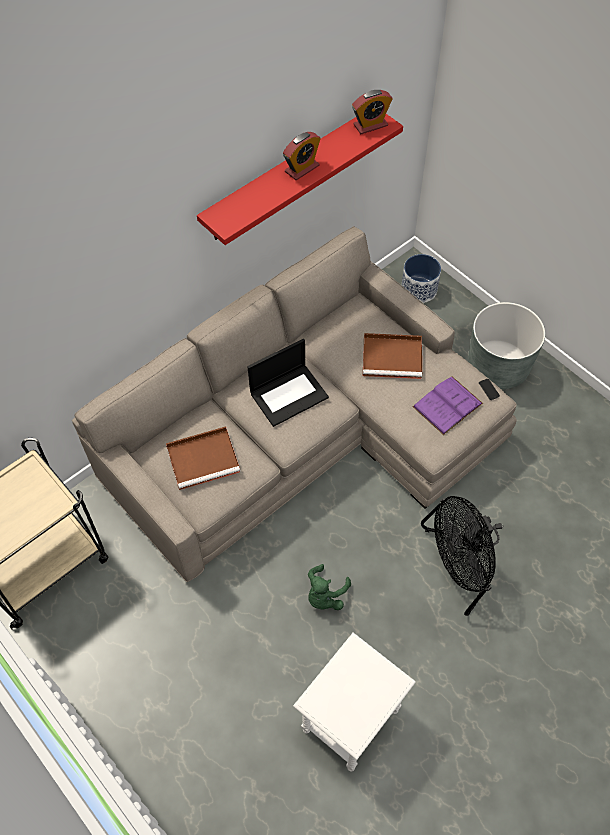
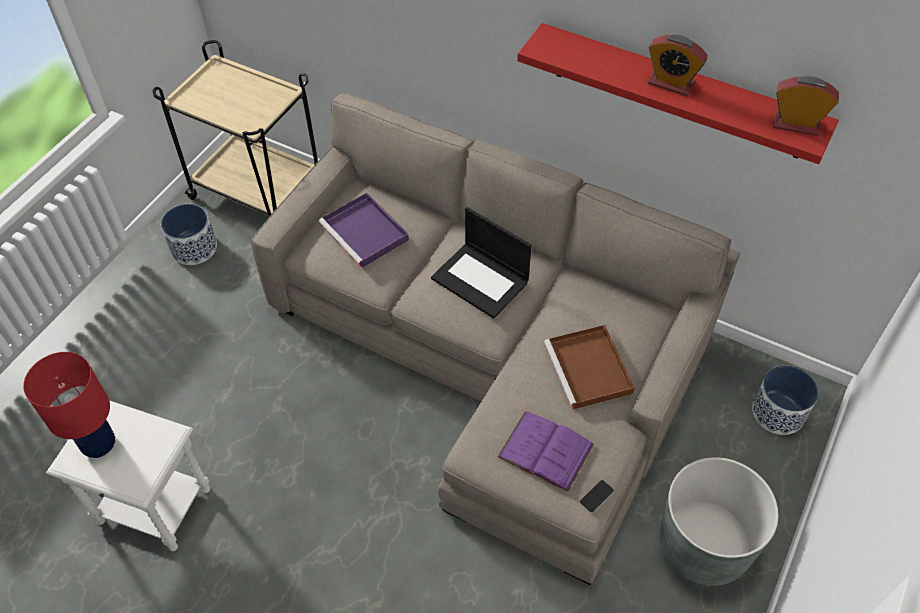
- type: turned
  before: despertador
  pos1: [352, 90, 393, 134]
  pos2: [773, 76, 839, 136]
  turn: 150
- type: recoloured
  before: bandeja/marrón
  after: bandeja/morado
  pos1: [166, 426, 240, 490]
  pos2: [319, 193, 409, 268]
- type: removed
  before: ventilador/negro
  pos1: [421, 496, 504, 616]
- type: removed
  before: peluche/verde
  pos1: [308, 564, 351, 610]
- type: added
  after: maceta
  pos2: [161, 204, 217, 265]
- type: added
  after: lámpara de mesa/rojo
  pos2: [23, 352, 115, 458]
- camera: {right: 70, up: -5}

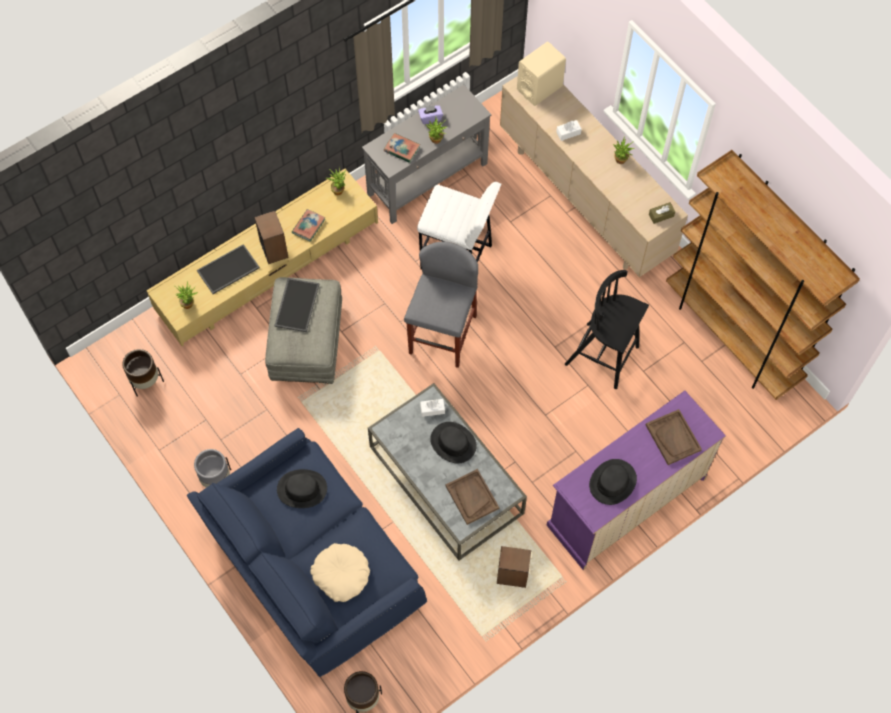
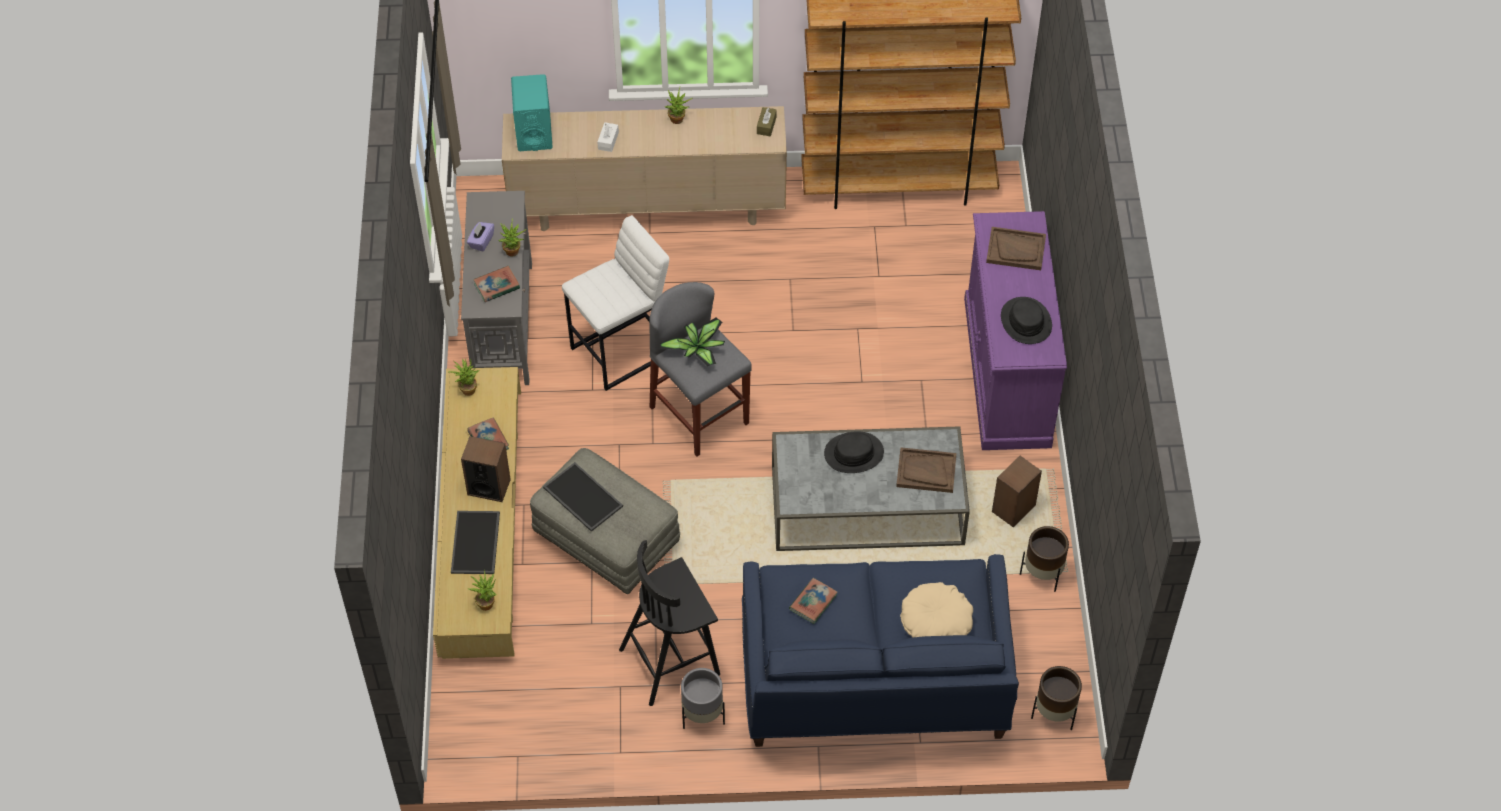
- type: recoloured
  before: altavoz/beis
  after: altavoz/turquesa
  pos1: [517, 41, 566, 106]
  pos2: [511, 74, 553, 151]
- type: moved
  before: taburete/negro
  pos1: [565, 270, 649, 389]
  pos2: [619, 540, 720, 706]
- type: moved
  before: maceta/marrón
  pos1: [122, 349, 164, 397]
  pos2: [1020, 526, 1069, 592]
- type: removed
  before: caja de pañuelos/blanco
  pos1: [420, 399, 445, 417]
- type: replaced
  before: sombrero/negro
  after: libro
  pos1: [277, 469, 327, 508]
  pos2: [789, 578, 838, 624]
- type: added
  after: planta en maceta
  pos2: [660, 318, 725, 366]
- camera: {right: -55, up: -10}

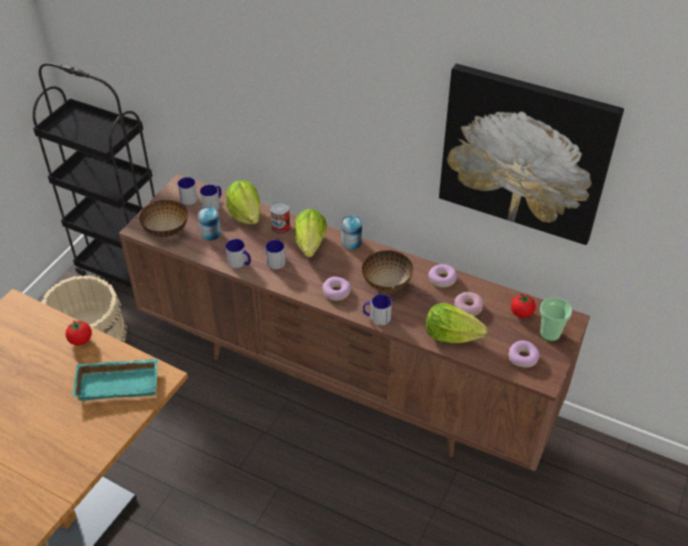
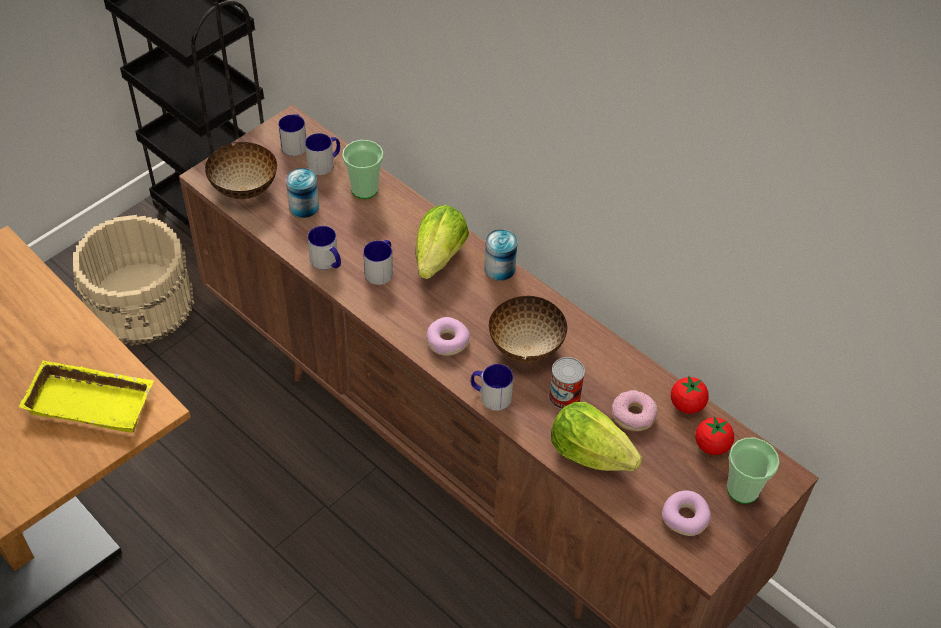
- type: removed
  before: cuadro
  pos1: [439, 64, 624, 245]
- type: replaced
  before: lechuga
  after: taza
  pos1: [226, 180, 261, 224]
  pos2: [342, 140, 383, 199]
- type: moved
  before: lata
  pos1: [270, 202, 291, 234]
  pos2: [549, 357, 585, 409]
- type: removed
  before: rosquilla
  pos1: [429, 264, 457, 287]
- type: moved
  before: tomate
  pos1: [66, 320, 92, 345]
  pos2: [671, 376, 709, 414]
- type: recoloured
  before: bandeja/turquesa
  after: bandeja/amarillo
  pos1: [73, 359, 158, 401]
  pos2: [19, 360, 154, 433]
- camera: {right: 15, up: 5}

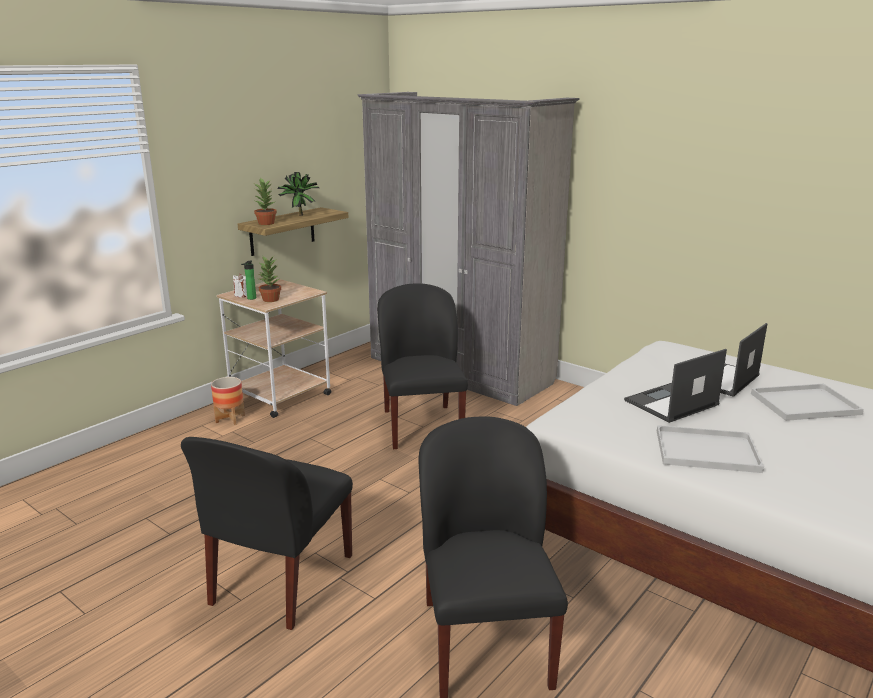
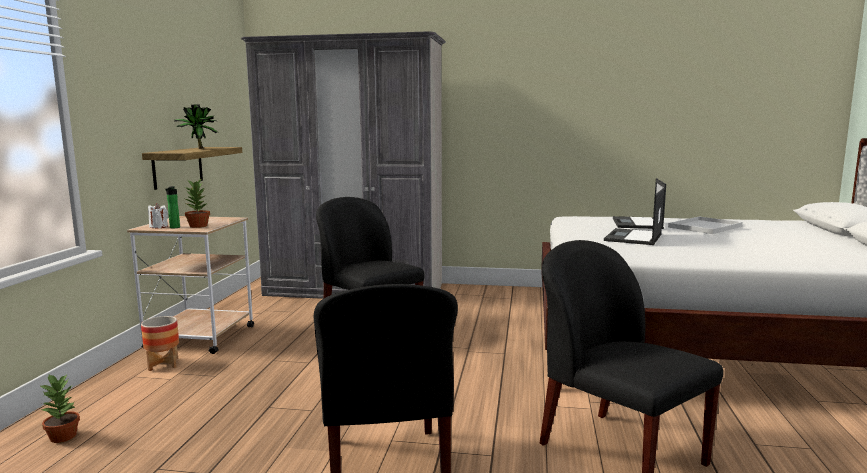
- type: moved
  before: planta en maceta
  pos1: [254, 178, 277, 225]
  pos2: [39, 374, 80, 443]
- type: removed
  before: bandeja/blanco
  pos1: [657, 425, 764, 473]
- camera: {right: -30, up: -10}

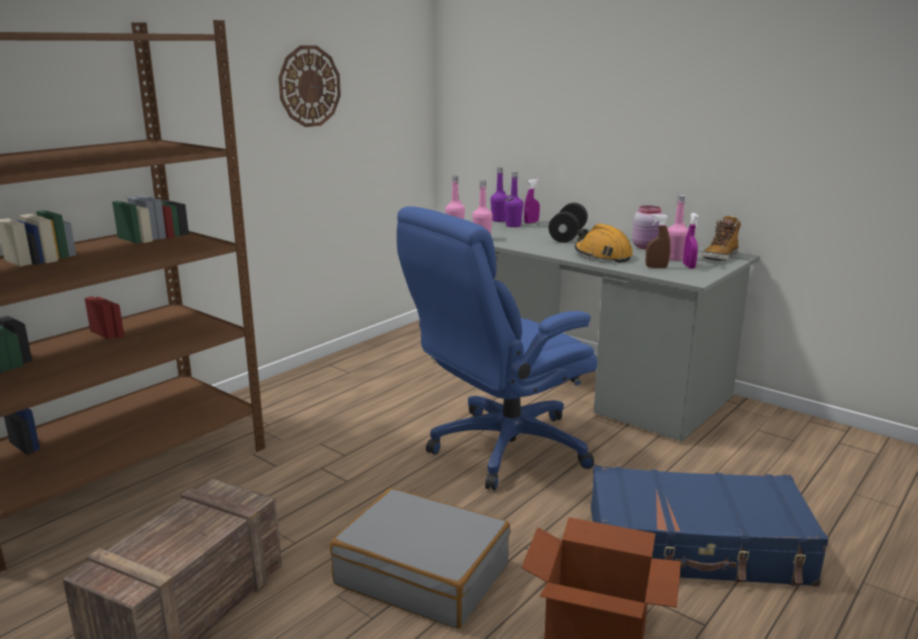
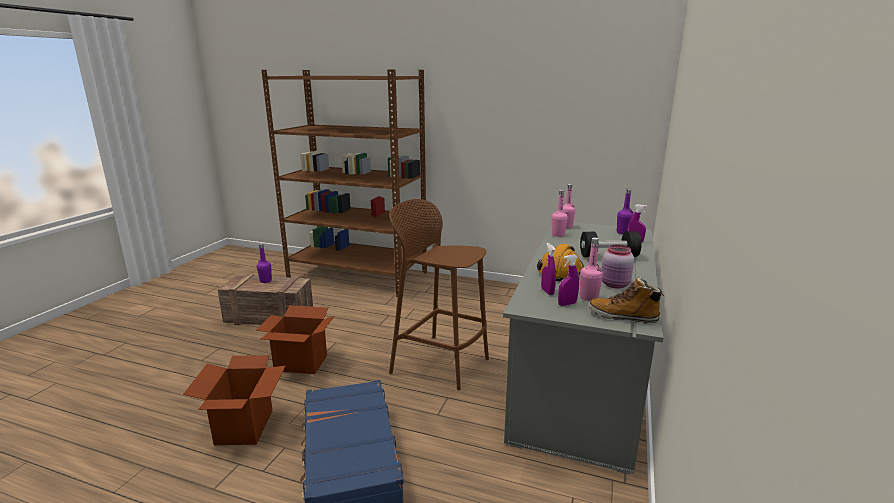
- type: removed
  before: reloj de pared
  pos1: [278, 46, 341, 127]
- type: moved
  before: botella/morado
  pos1: [505, 171, 523, 227]
  pos2: [257, 243, 272, 283]
- type: replaced
  before: silla de oficina/azul
  after: taburete/marrón
  pos1: [397, 206, 597, 490]
  pos2: [389, 199, 489, 390]
- type: recoloured
  before: pulverizador/marrón
  after: pulverizador/morado
  pos1: [646, 214, 671, 268]
  pos2: [541, 243, 556, 295]
- type: replaced
  before: maleta/gris
  after: caja de cartón
  pos1: [330, 488, 510, 629]
  pos2: [257, 305, 334, 374]
- camera: {right: 70, up: 0}

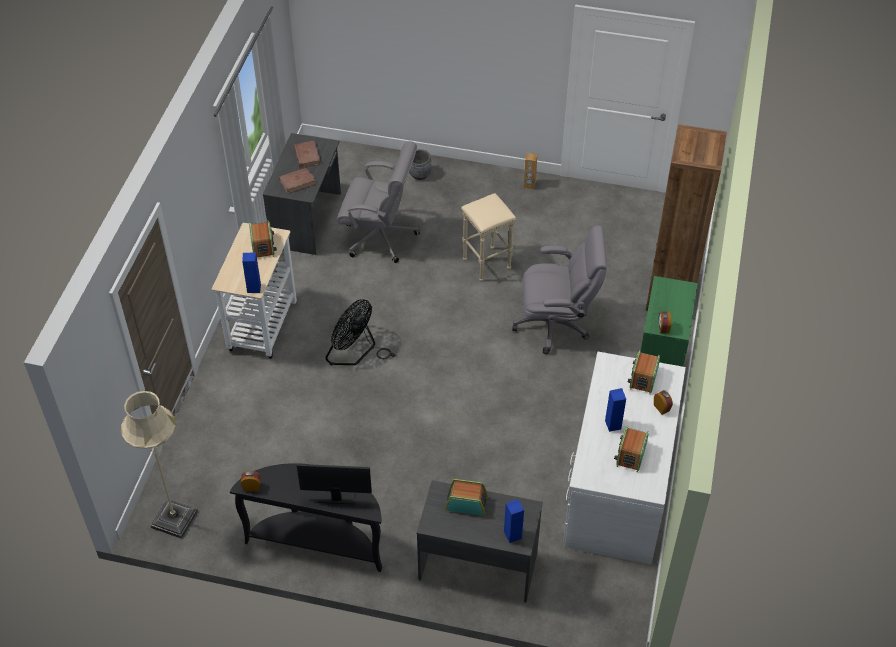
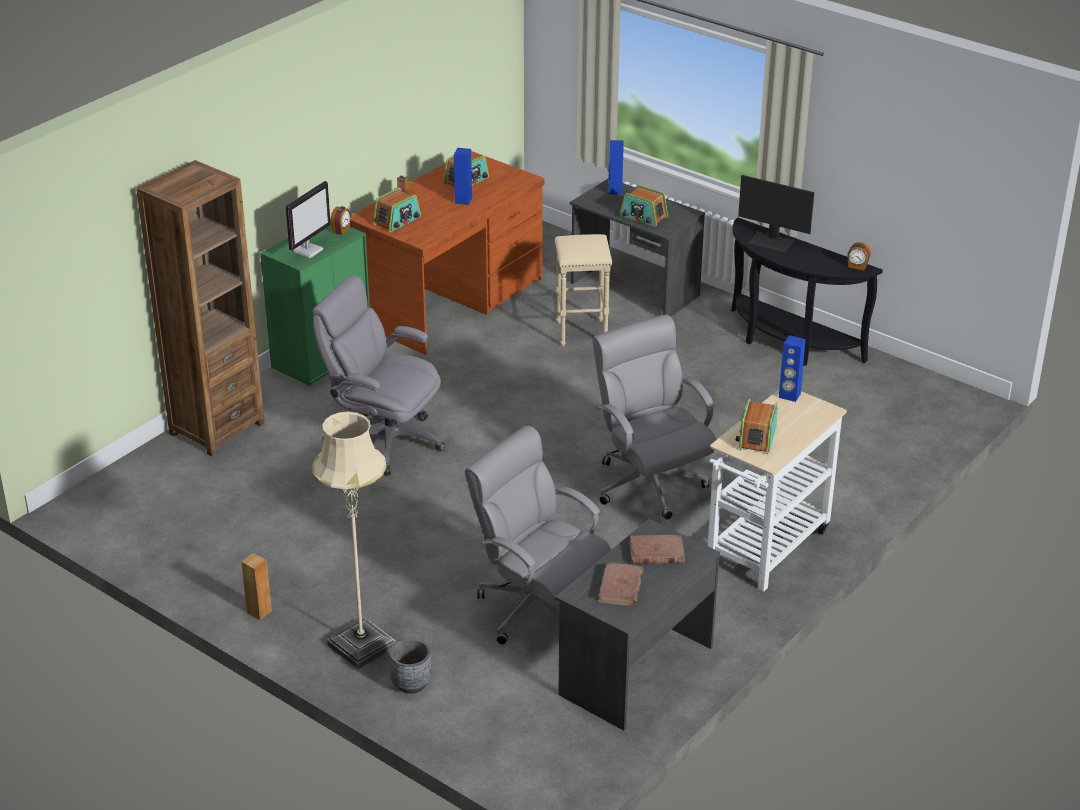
- type: moved
  before: taburete/beis
  pos1: [461, 193, 516, 282]
  pos2: [555, 234, 612, 346]
- type: replaced
  before: ventilador/negro
  after: silla de oficina/gris
  pos1: [325, 299, 396, 366]
  pos2: [593, 314, 717, 520]
- type: recoloured
  before: escritorio/blanco
  after: escritorio/marrón
  pos1: [563, 352, 686, 565]
  pos2: [350, 151, 545, 355]
- type: moved
  before: lámpara de pie/beis
  pos1: [121, 391, 198, 539]
  pos2: [312, 411, 396, 670]
- type: added
  after: monitor
  pos2: [286, 181, 331, 258]
- camera: {right: -155, up: -15}

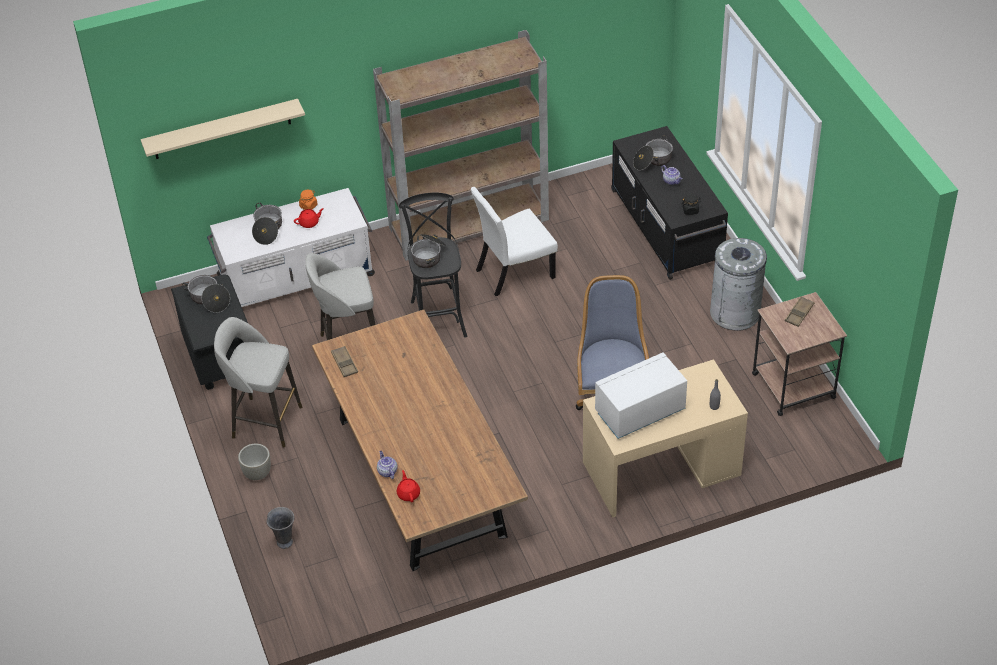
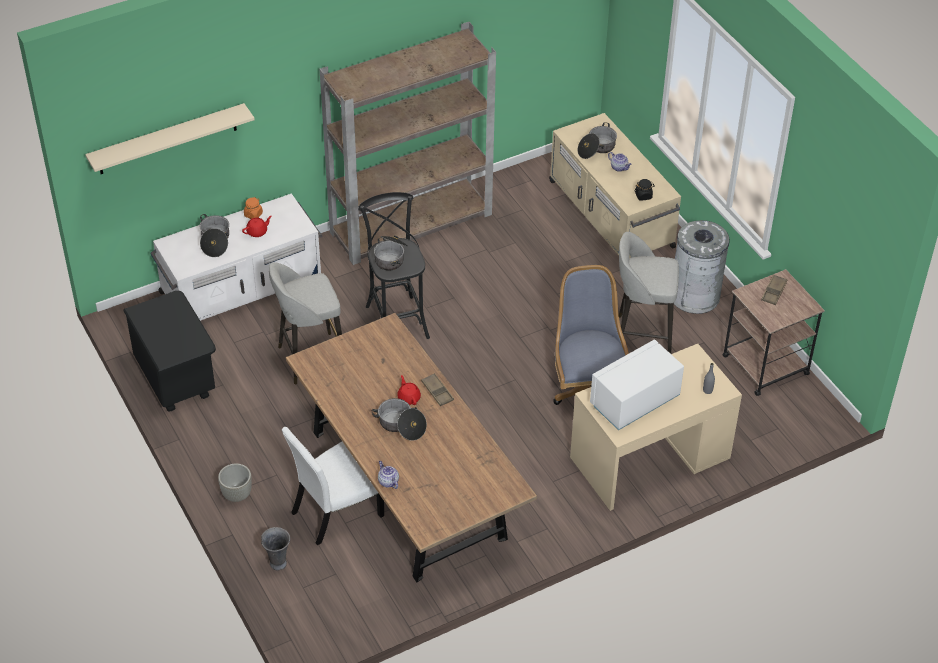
- type: recoloured
  before: armario/negro
  after: armario/beis
  pos1: [611, 126, 728, 280]
  pos2: [549, 113, 681, 259]
- type: moved
  before: silla/blanco
  pos1: [471, 187, 558, 296]
  pos2: [282, 427, 384, 545]
- type: moved
  before: olla
  pos1: [182, 275, 230, 313]
  pos2: [372, 398, 427, 441]
- type: moved
  before: taburete/gris
  pos1: [214, 317, 302, 448]
  pos2: [619, 232, 679, 354]
- type: moved
  before: bandeja/marrón
  pos1: [331, 346, 358, 377]
  pos2: [421, 373, 454, 406]
- type: moved
  before: tetera/rojo
  pos1: [397, 470, 420, 502]
  pos2: [397, 375, 421, 405]
- camera: {right: -10, up: 0}

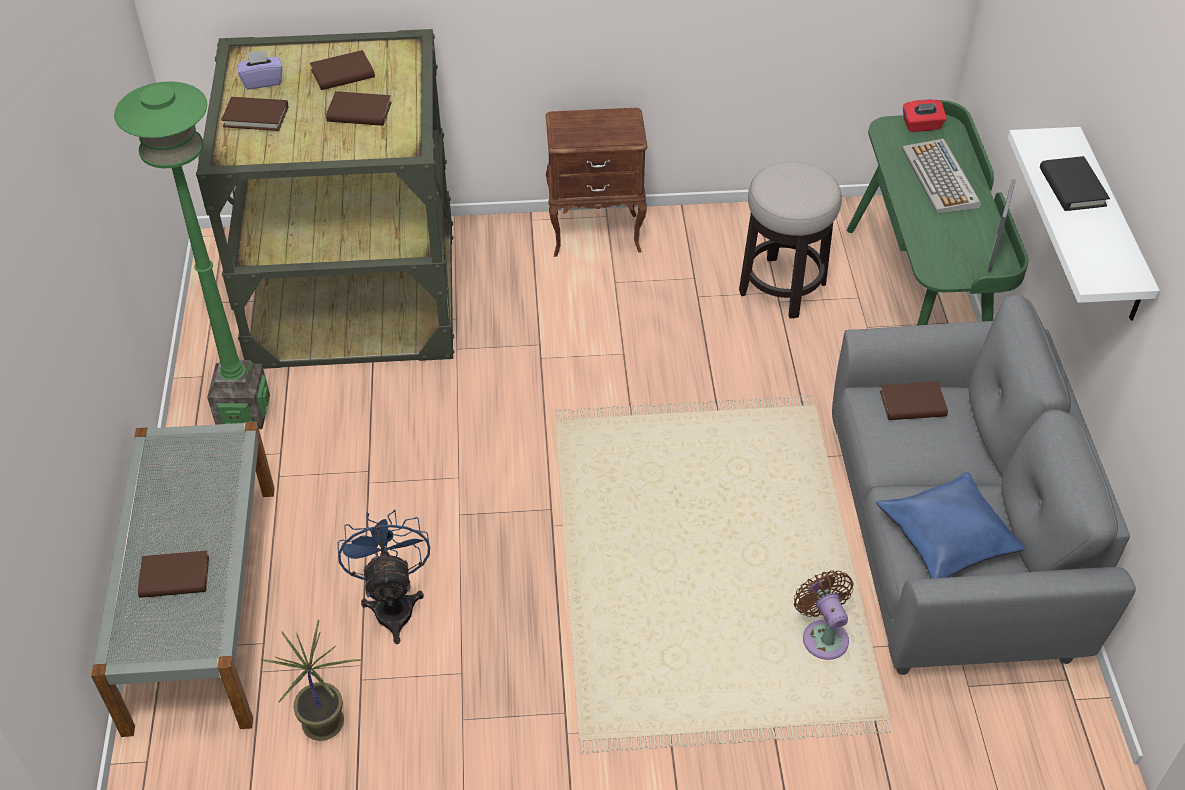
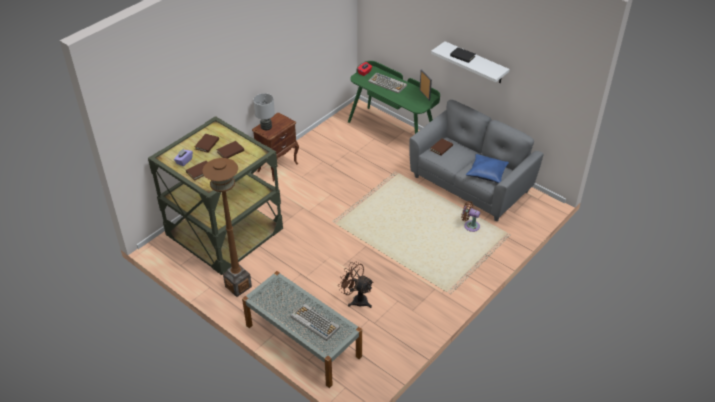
- type: recoloured
  before: lámpara de pie/verde
  after: lámpara de pie/marrón
  pos1: [114, 81, 270, 429]
  pos2: [202, 158, 252, 297]
- type: removed
  before: taburete
  pos1: [739, 161, 842, 319]
- type: recoloured
  before: ventilador/azul
  after: ventilador/marrón
  pos1: [338, 509, 430, 644]
  pos2: [338, 262, 373, 308]
- type: replaced
  before: libro/marrón
  after: teclado
  pos1: [138, 551, 209, 598]
  pos2: [291, 304, 340, 341]
- type: removed
  before: planta en maceta
  pos1: [260, 620, 361, 741]
- type: added
  after: lámpara de mesa/gris
  pos2: [254, 93, 275, 130]
- camera: {right: -45, up: -5}

